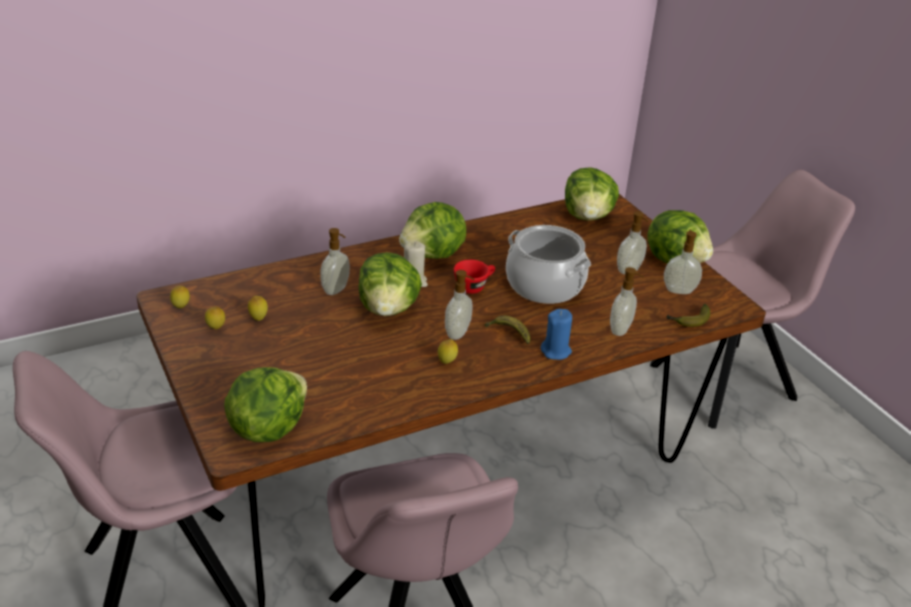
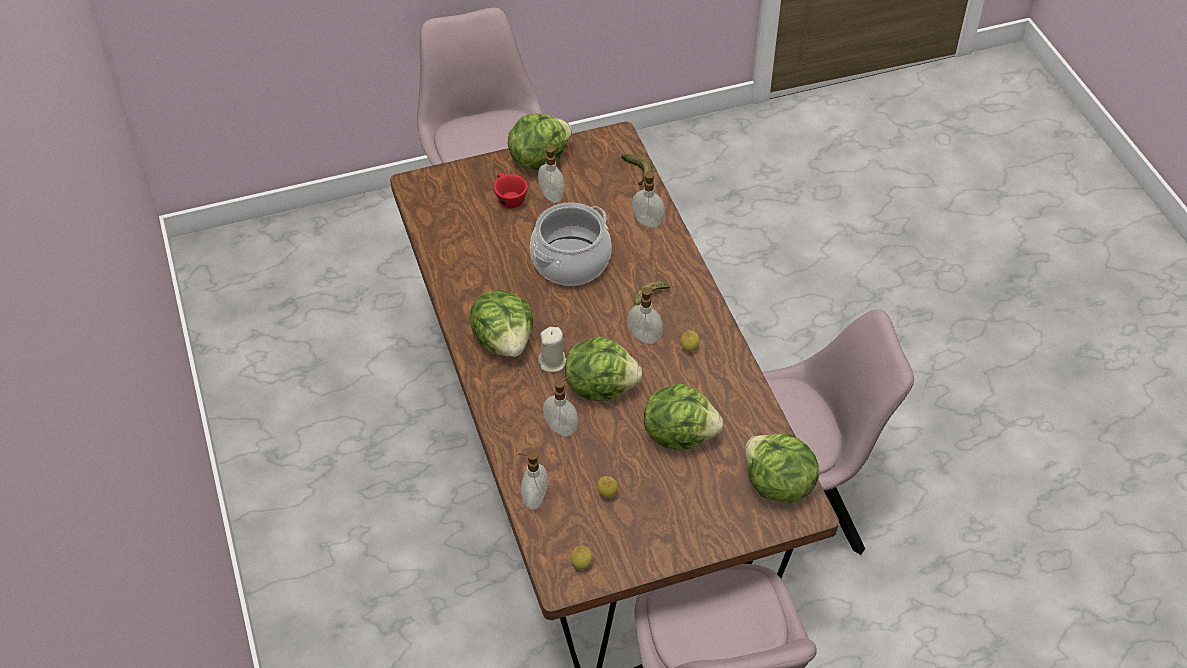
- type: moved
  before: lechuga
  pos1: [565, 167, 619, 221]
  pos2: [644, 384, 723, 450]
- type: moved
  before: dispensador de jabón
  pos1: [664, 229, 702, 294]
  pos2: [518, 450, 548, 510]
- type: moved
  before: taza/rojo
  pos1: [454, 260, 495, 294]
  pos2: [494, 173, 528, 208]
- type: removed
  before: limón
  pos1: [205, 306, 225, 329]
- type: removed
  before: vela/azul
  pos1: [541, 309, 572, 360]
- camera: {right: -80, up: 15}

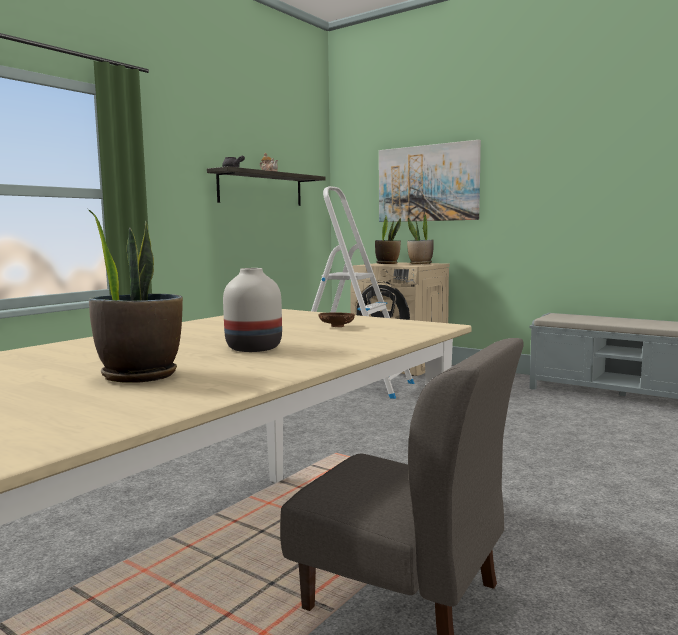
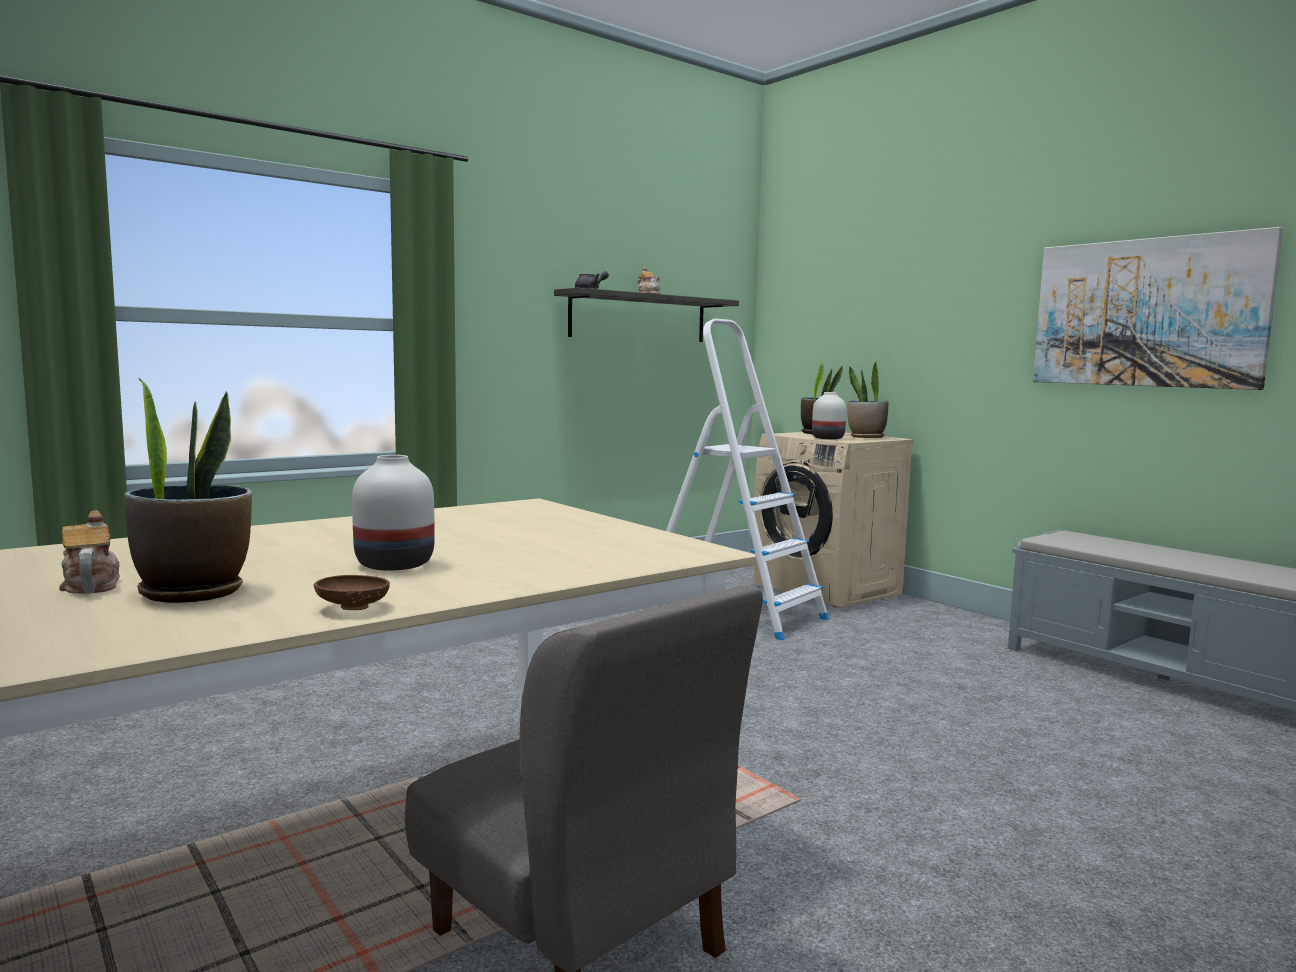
- type: moved
  before: cuadro
  pos1: [379, 140, 481, 222]
  pos2: [1033, 227, 1283, 390]
- type: moved
  before: cuenco/marrón
  pos1: [318, 312, 355, 327]
  pos2: [314, 575, 390, 610]
- type: added
  after: florero/blanco
  pos2: [812, 392, 846, 439]
- type: added
  after: tetera
  pos2: [59, 510, 120, 594]
- camera: {right: 15, up: 0}

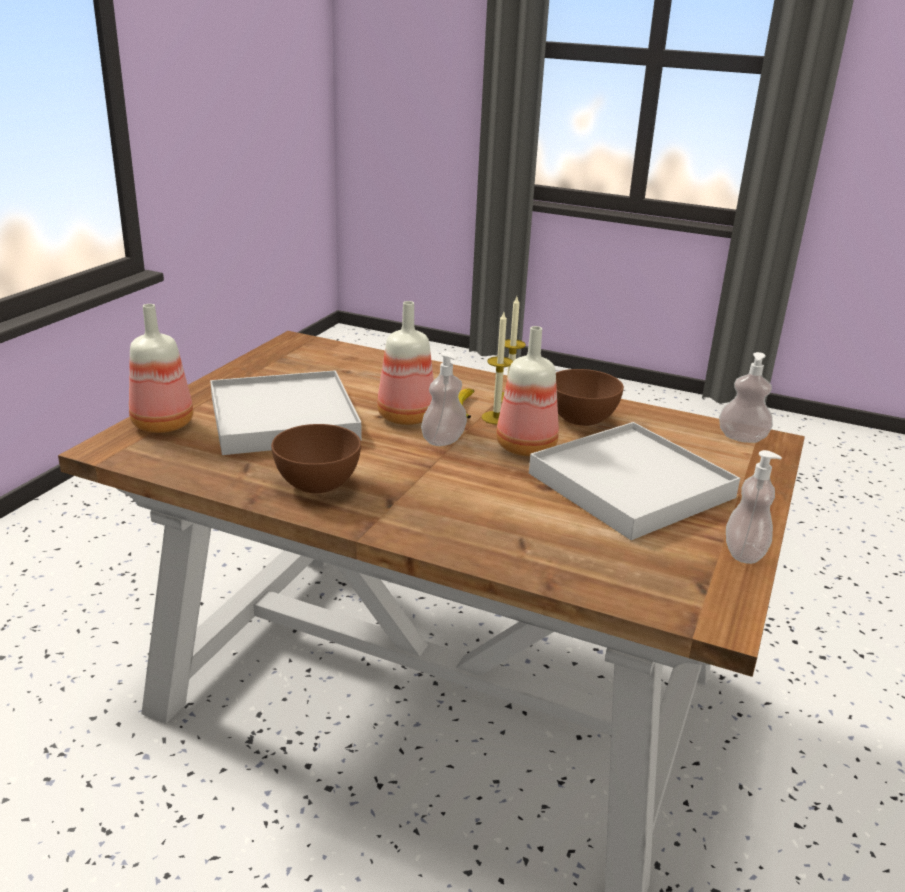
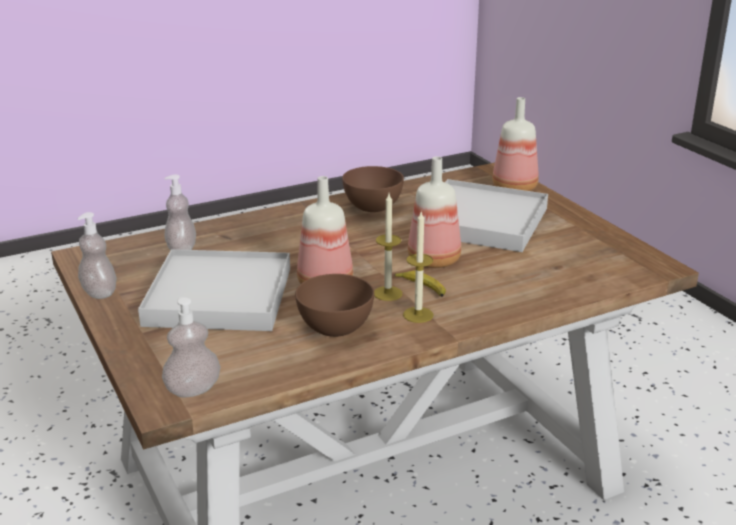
- type: moved
  before: dispensador de jabón
  pos1: [421, 352, 467, 446]
  pos2: [164, 175, 196, 250]
- camera: {right: 130, up: 0}

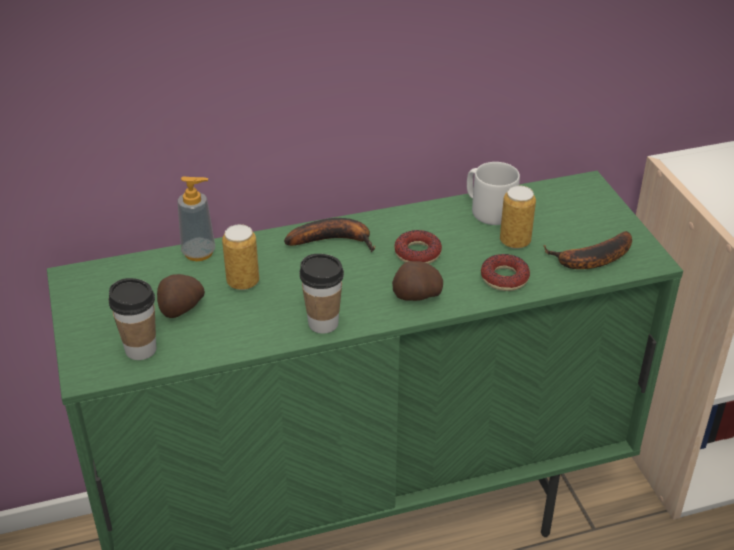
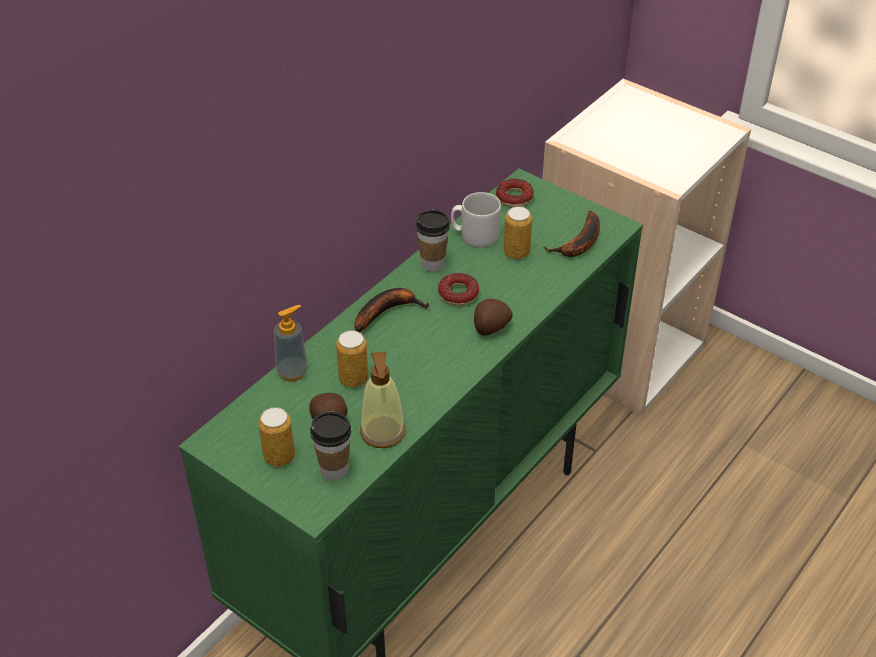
- type: moved
  before: taza
  pos1: [299, 254, 344, 334]
  pos2: [416, 210, 450, 272]
- type: moved
  before: rosquilla
  pos1: [481, 254, 530, 291]
  pos2: [496, 179, 534, 207]
- type: added
  after: dispensador de jabón
  pos2: [360, 352, 406, 448]
- type: added
  after: lata
  pos2: [258, 407, 295, 467]
- camera: {right: -35, up: 5}

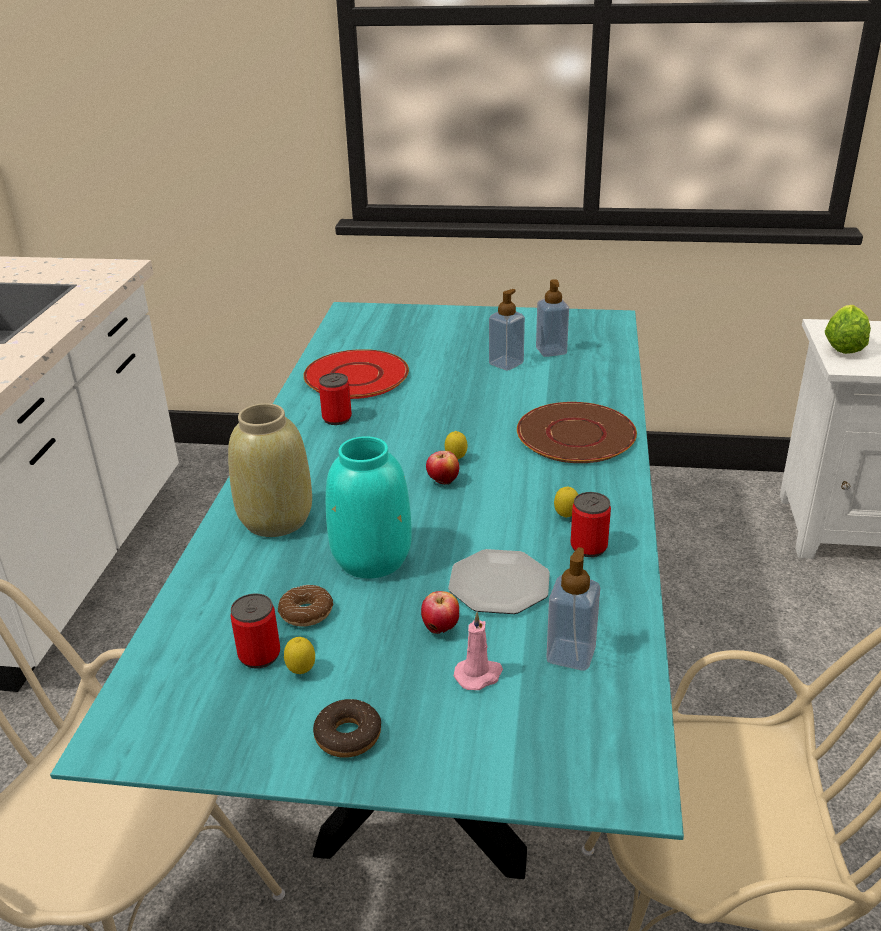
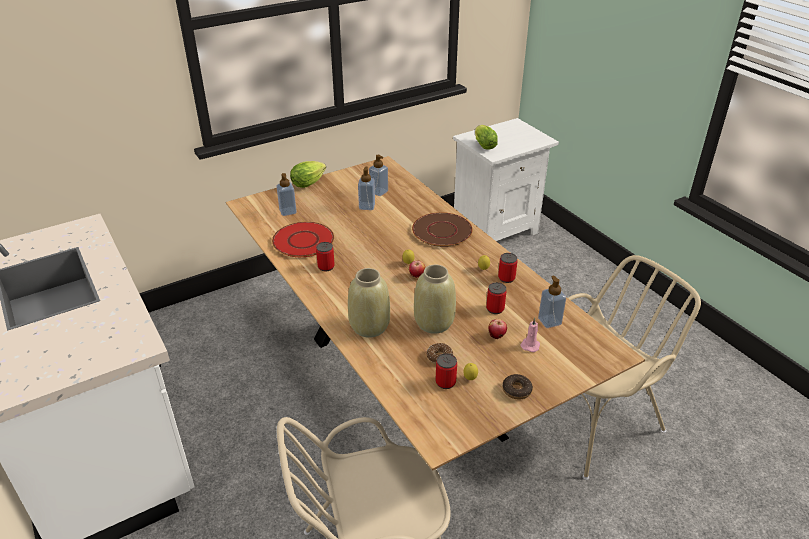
- type: recoloured
  before: mesa de comedor/turquesa
  after: mesa de comedor/marrón
  pos1: [50, 302, 684, 879]
  pos2: [226, 156, 645, 471]
- type: recoloured
  before: florero/turquesa
  after: florero/beis
  pos1: [326, 436, 412, 578]
  pos2: [414, 265, 456, 334]
- type: replaced
  before: plato
  after: lata
  pos1: [448, 549, 550, 614]
  pos2: [486, 282, 506, 314]
- type: added
  after: lechuga
  pos2: [290, 161, 326, 188]
- type: added
  after: dispensador de jabón
  pos2: [276, 173, 297, 216]
- camera: {right: -40, up: 5}

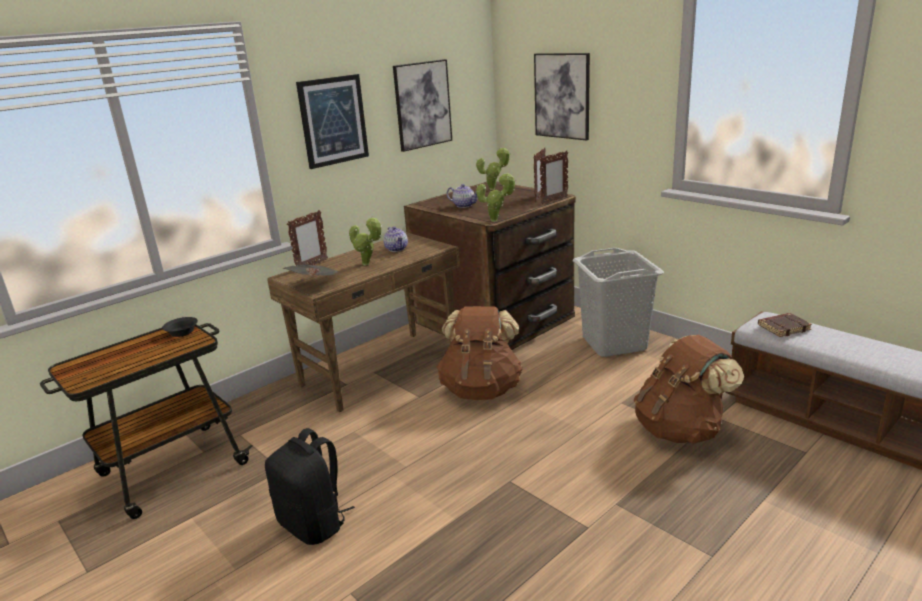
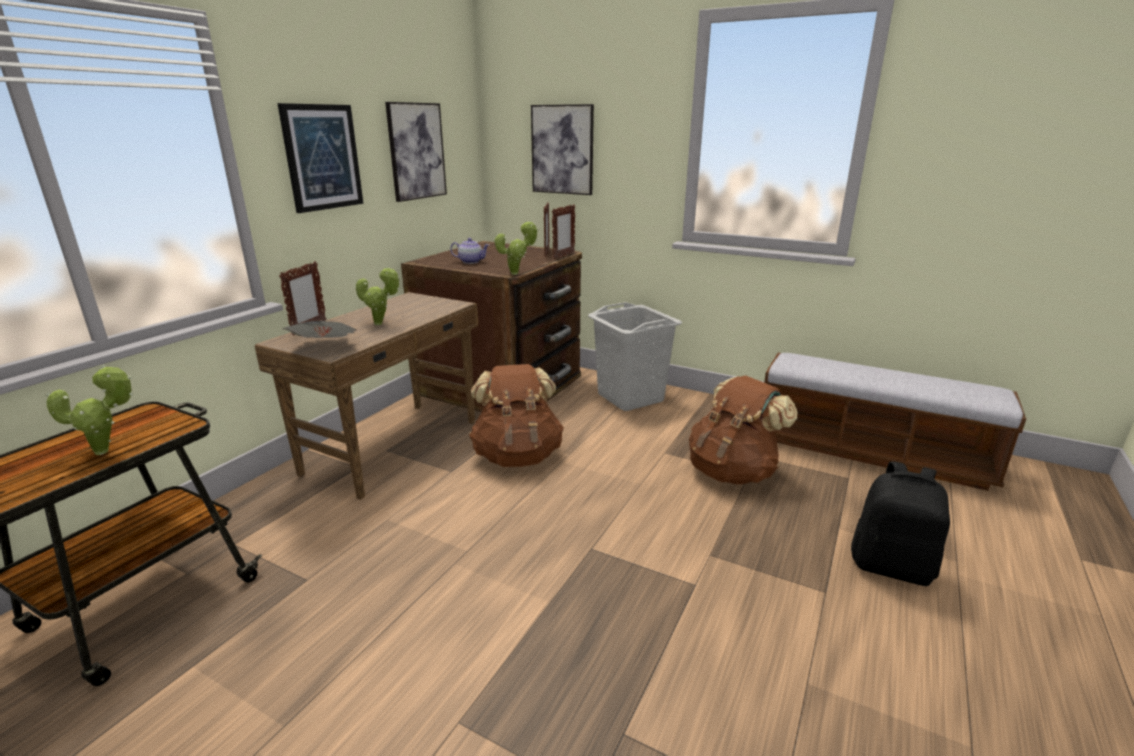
- type: moved
  before: planta en maceta
  pos1: [476, 147, 511, 190]
  pos2: [46, 365, 133, 455]
- type: removed
  before: tetera
  pos1: [383, 226, 408, 252]
- type: removed
  before: libro/marrón
  pos1: [758, 313, 812, 337]
- type: removed
  before: cuenco/negro
  pos1: [162, 317, 198, 337]
- type: moved
  before: mochila/negro
  pos1: [265, 428, 355, 545]
  pos2: [851, 461, 950, 586]
- camera: {right: -20, up: 0}

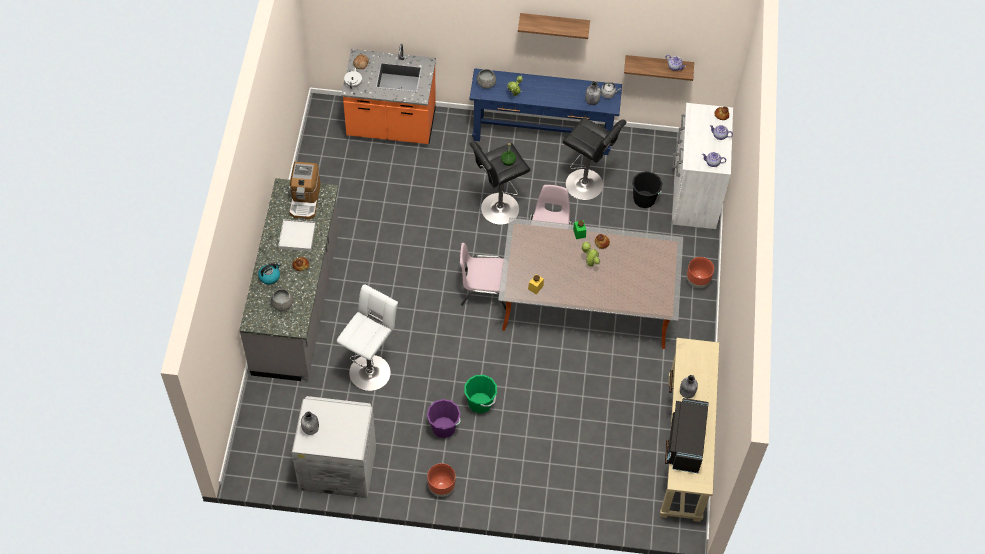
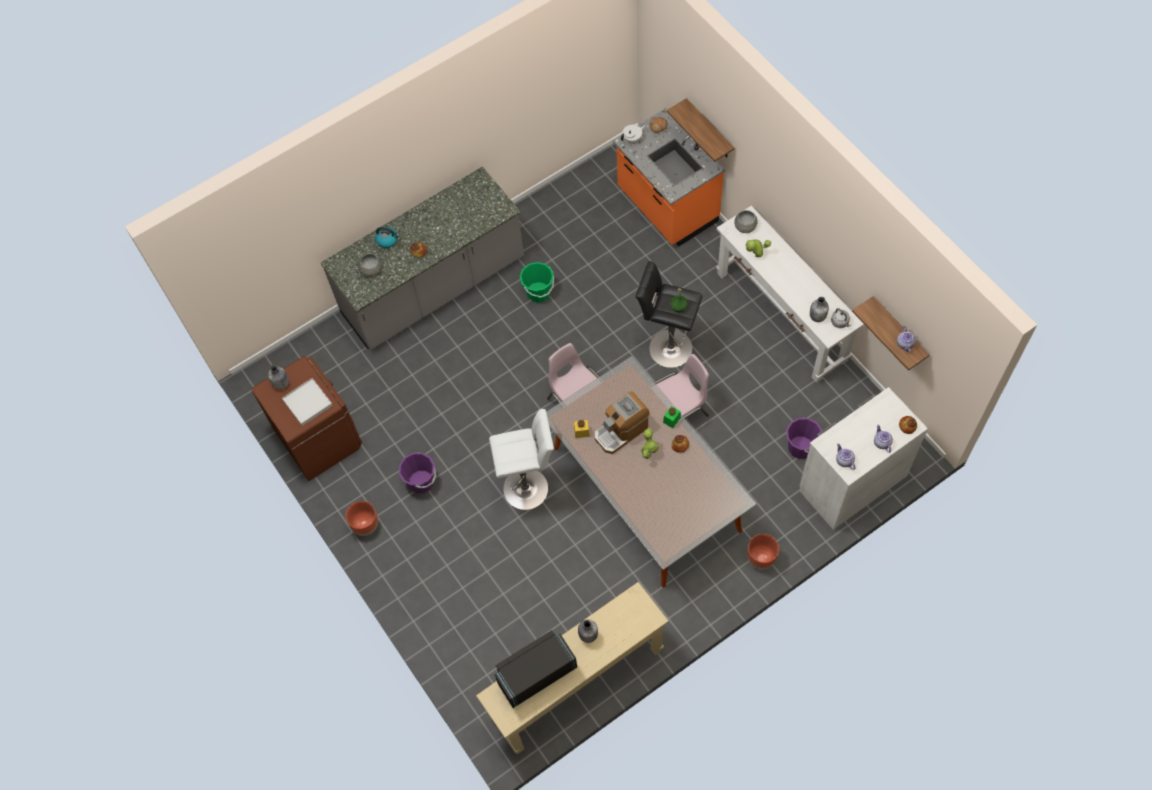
- type: moved
  before: estante
  pos1: [518, 13, 590, 39]
  pos2: [667, 98, 735, 162]
- type: recoloured
  before: mesa consola/azul
  after: mesa consola/blanco
  pos1: [470, 68, 622, 155]
  pos2: [716, 206, 864, 383]
- type: removed
  before: taburete/negro
  pos1: [563, 118, 627, 200]
- type: moved
  before: cafetera
  pos1: [290, 162, 321, 219]
  pos2: [595, 391, 650, 454]
- type: recoloured
  before: cubo/negro
  after: cubo/morado
  pos1: [632, 171, 663, 208]
  pos2: [786, 418, 822, 459]
- type: moved
  before: bandeja/blanco
  pos1: [278, 219, 316, 251]
  pos2: [282, 378, 333, 426]
- type: moved
  before: taburete/blanco
  pos1: [337, 284, 398, 391]
  pos2: [489, 409, 554, 510]
- type: moved
  before: cubo/verde
  pos1: [464, 375, 497, 413]
  pos2: [520, 262, 554, 303]
- type: recoloured
  before: lavadora/blanco
  after: lavadora/marrón
  pos1: [292, 396, 376, 498]
  pos2: [251, 356, 362, 481]
- camera: {right: 55, up: 5}

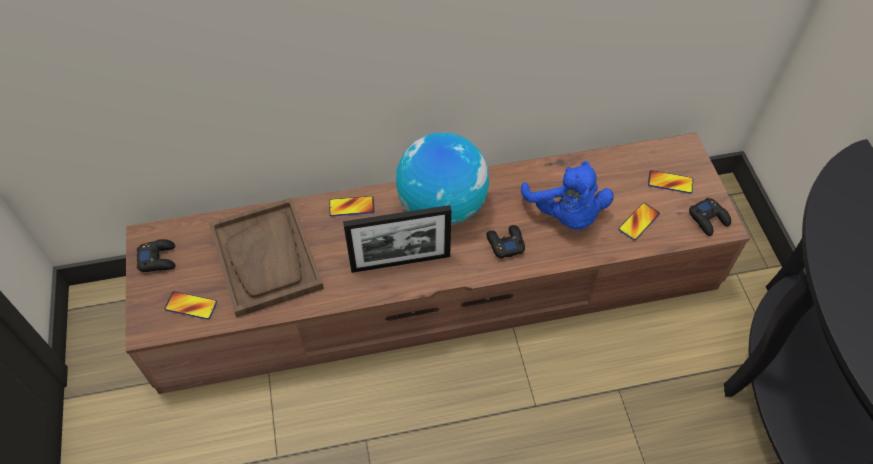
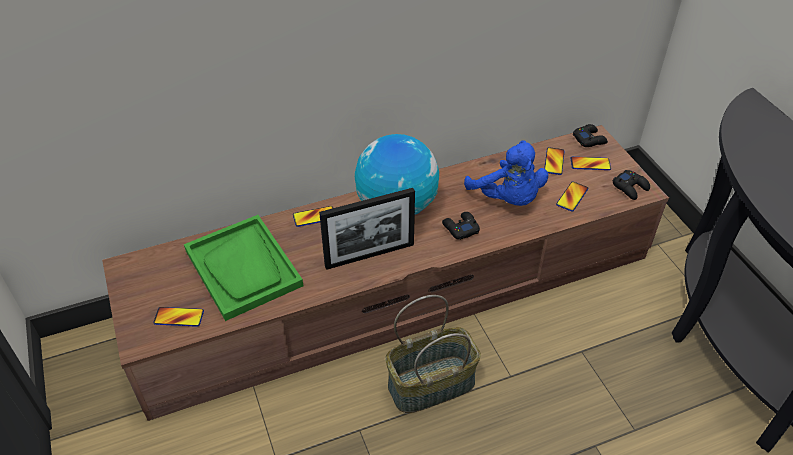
- type: recoloured
  before: bandeja/marrón
  after: bandeja/verde
  pos1: [209, 197, 324, 317]
  pos2: [184, 215, 303, 321]
- type: moved
  before: mando de consola/negro
  pos1: [136, 239, 175, 272]
  pos2: [573, 124, 608, 147]
- type: added
  after: móvil
  pos2: [544, 147, 564, 175]
- type: added
  after: cesta
  pos2: [385, 295, 481, 413]
- camera: {right: -10, up: -10}

